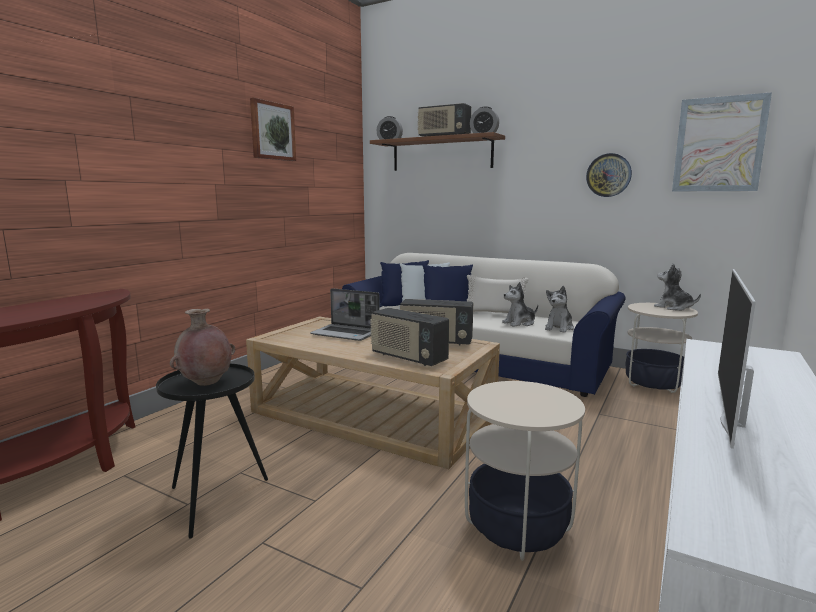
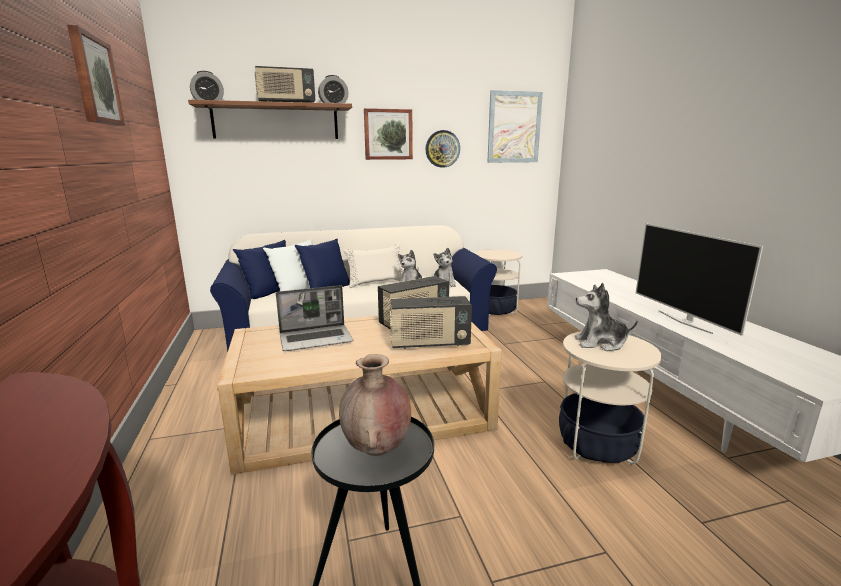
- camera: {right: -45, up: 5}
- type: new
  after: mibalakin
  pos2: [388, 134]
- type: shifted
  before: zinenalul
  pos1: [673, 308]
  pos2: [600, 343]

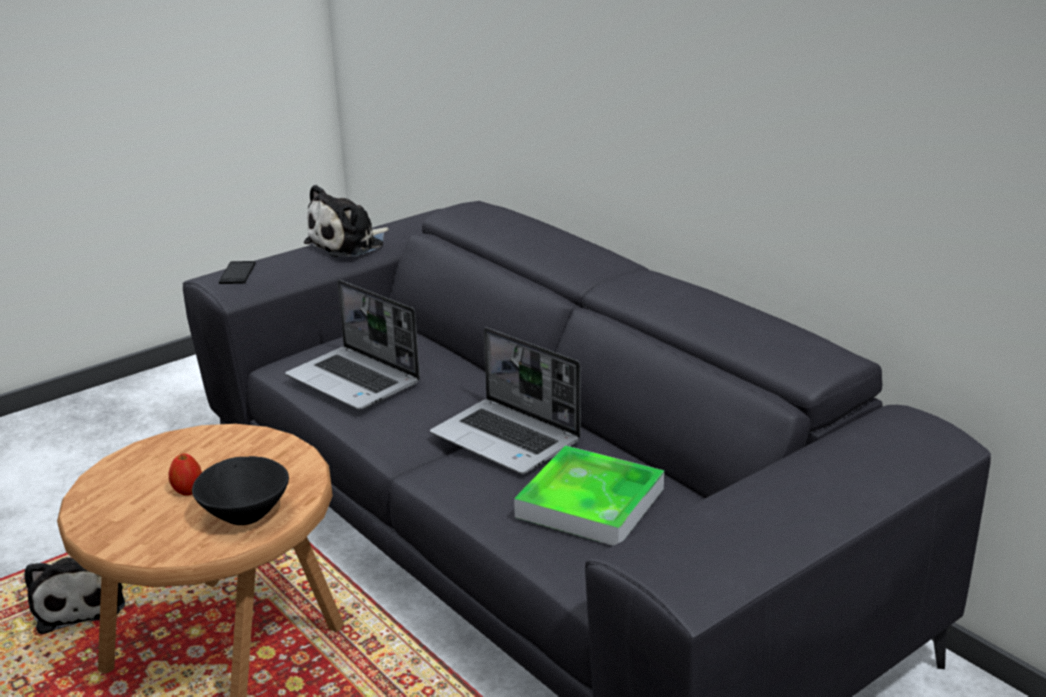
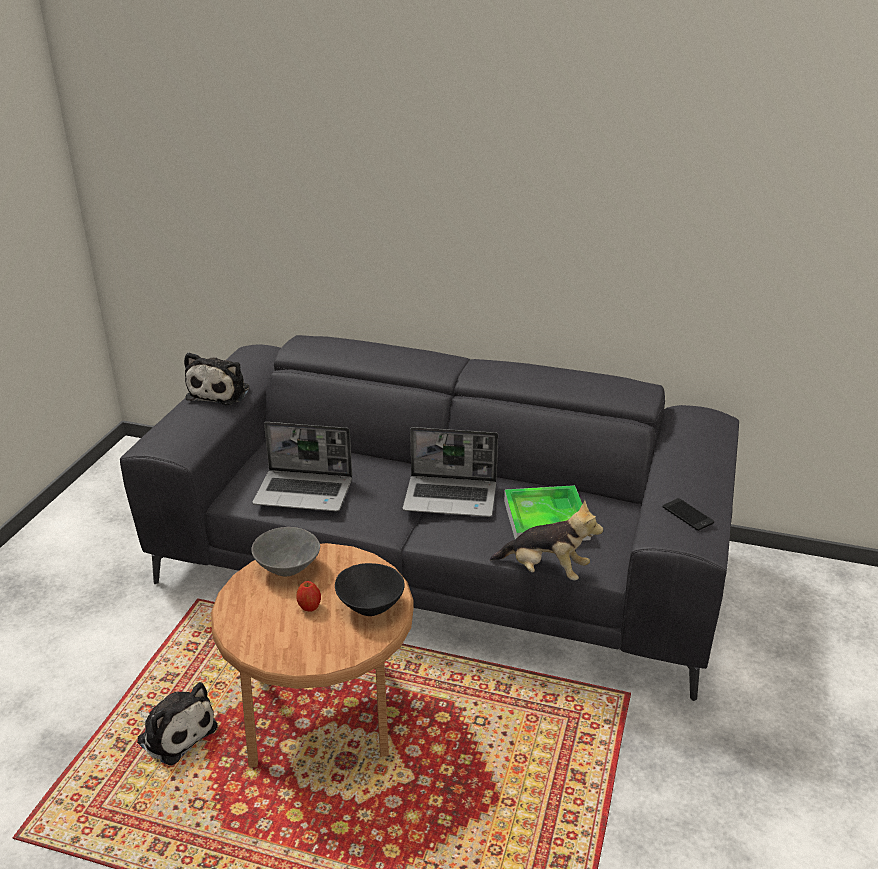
- camera: {right: -35, up: 5}
- type: new
  after: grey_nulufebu
  pos2: [288, 569]
- type: new
  after: zinenalul
  pos2: [545, 570]
- type: shifted
  before: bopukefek
  pos1: [237, 273]
  pos2: [687, 515]

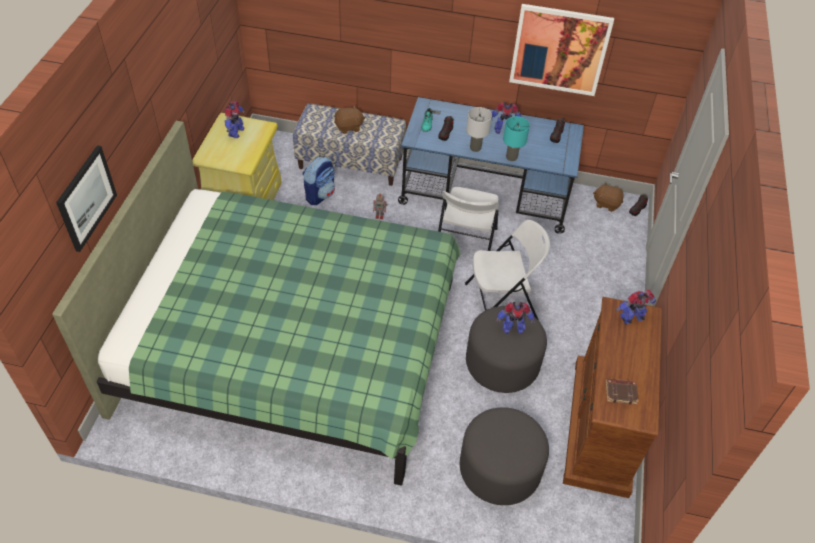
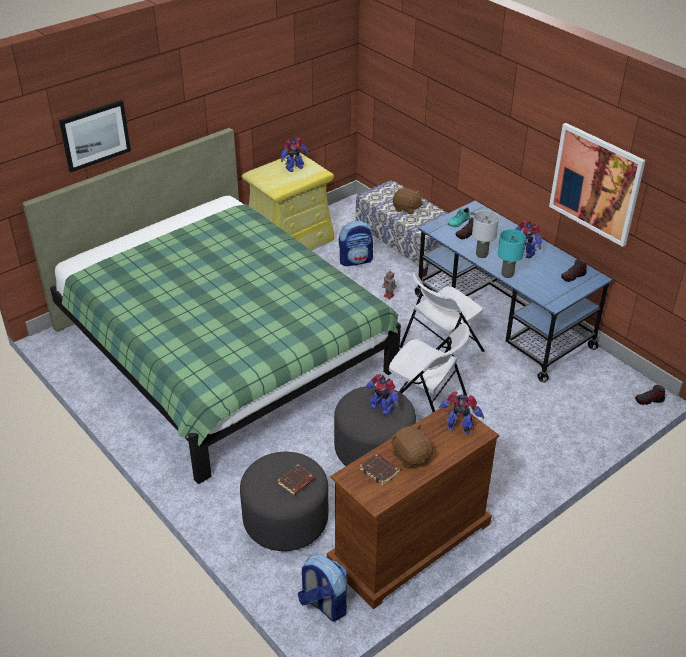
- camera: {right: 40, up: -10}
- type: new
  after: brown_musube
  pos2: [296, 482]
- type: new
  after: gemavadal
  pos2: [323, 604]
- type: shifted
  before: brown_zinenalul
  pos1: [606, 204]
  pos2: [411, 456]

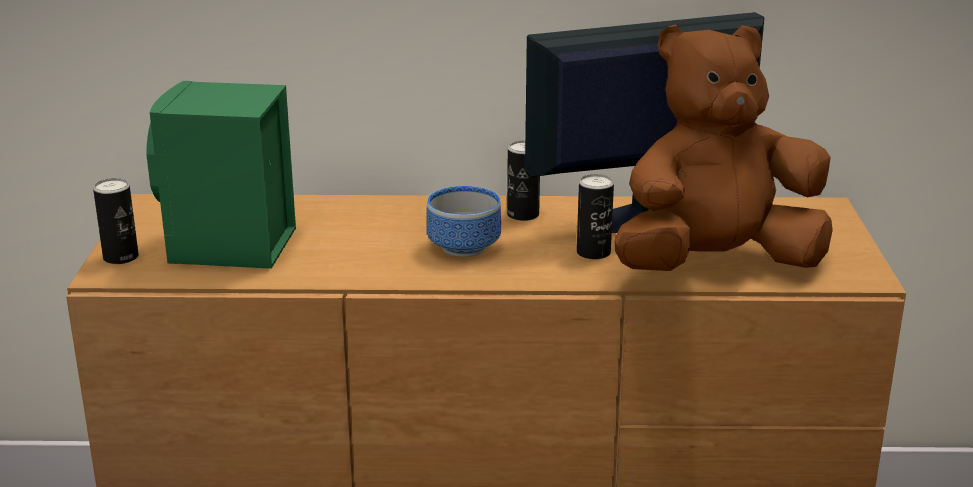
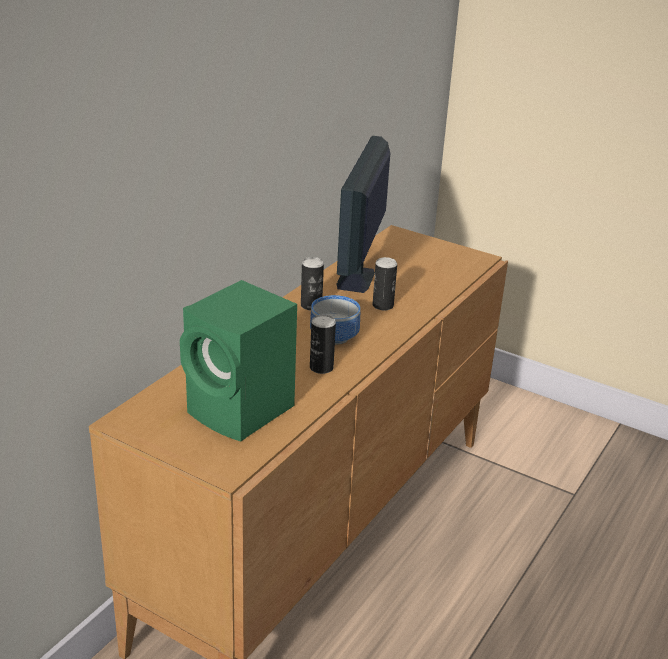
- camera: {right: -60, up: 5}
- type: gone
  before: brown_zinenalul
  pos1: [716, 265]
- type: shifted
  before: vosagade
  pos1: [121, 257]
  pos2: [321, 367]

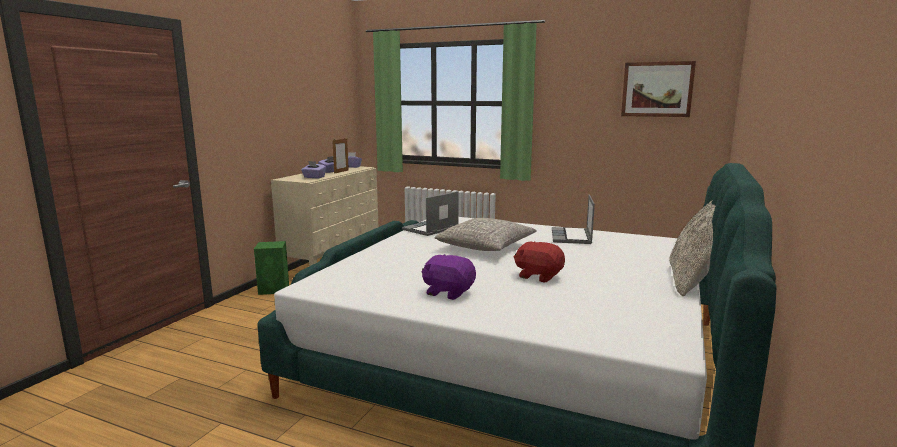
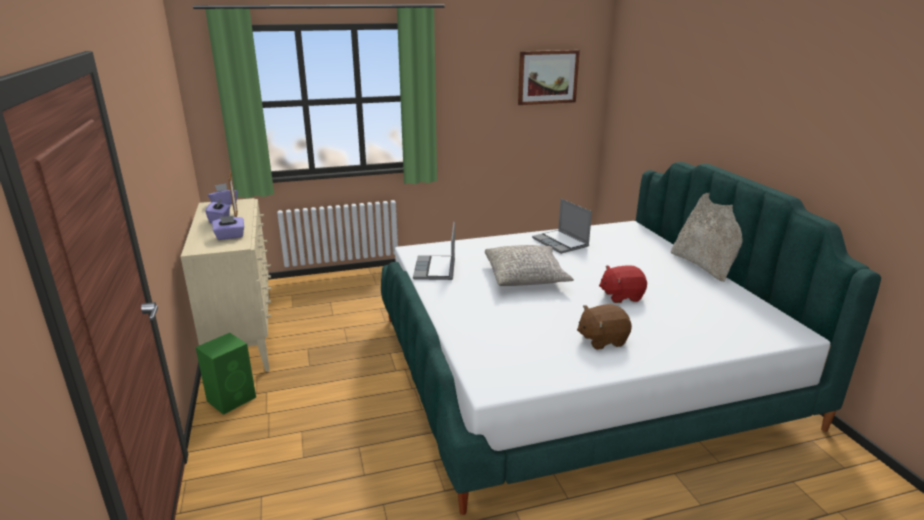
- camera: {right: -40, up: 10}
- type: repainted
  before: purple_zinenalul
  after: brown_zinenalul
  pos1: [448, 292]
  pos2: [602, 340]

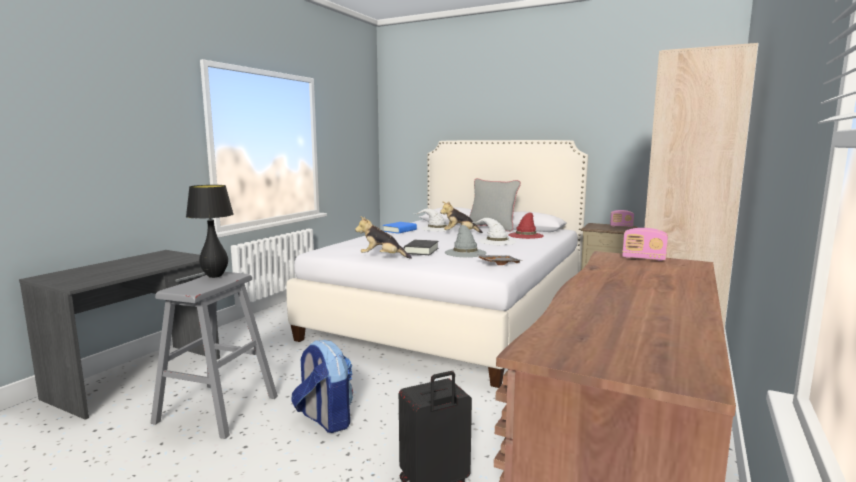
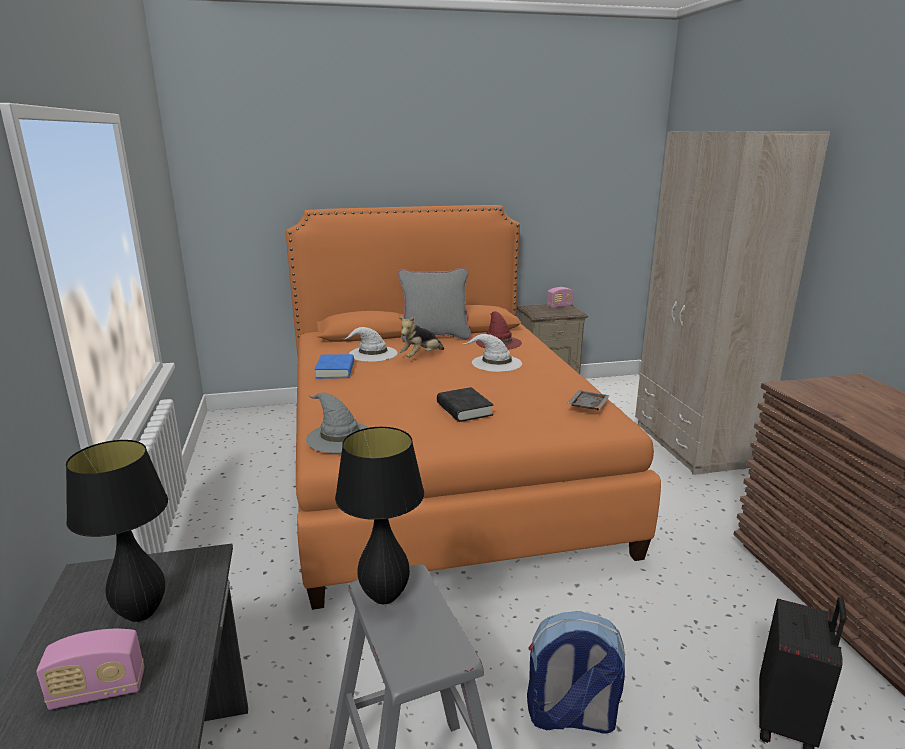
- camera: {right: -40, up: 10}
- type: gone
  before: zinenalul
  pos1: [382, 257]
- type: new
  after: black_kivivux
  pos2: [141, 613]
- type: shifted
  before: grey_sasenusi
  pos1: [465, 252]
  pos2: [339, 437]
- type: shifted
  before: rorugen
  pos1: [643, 258]
  pos2: [98, 691]
- type: repainted
  before: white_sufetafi
  after: orange_sufetafi
  pos1: [454, 312]
  pos2: [438, 466]

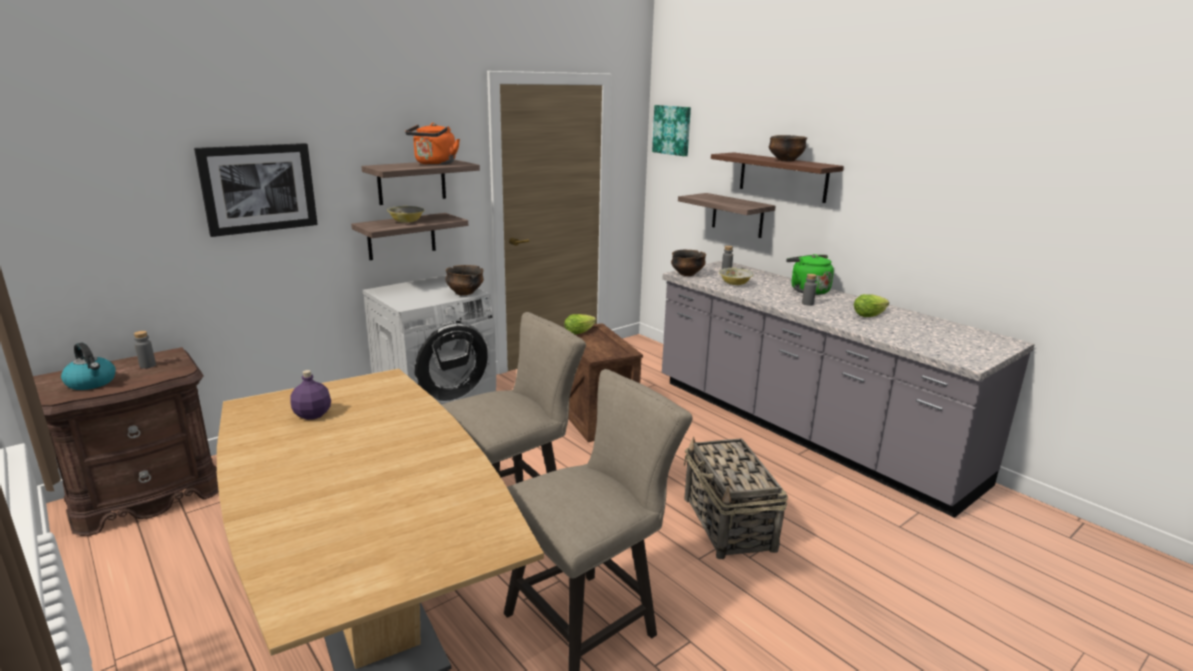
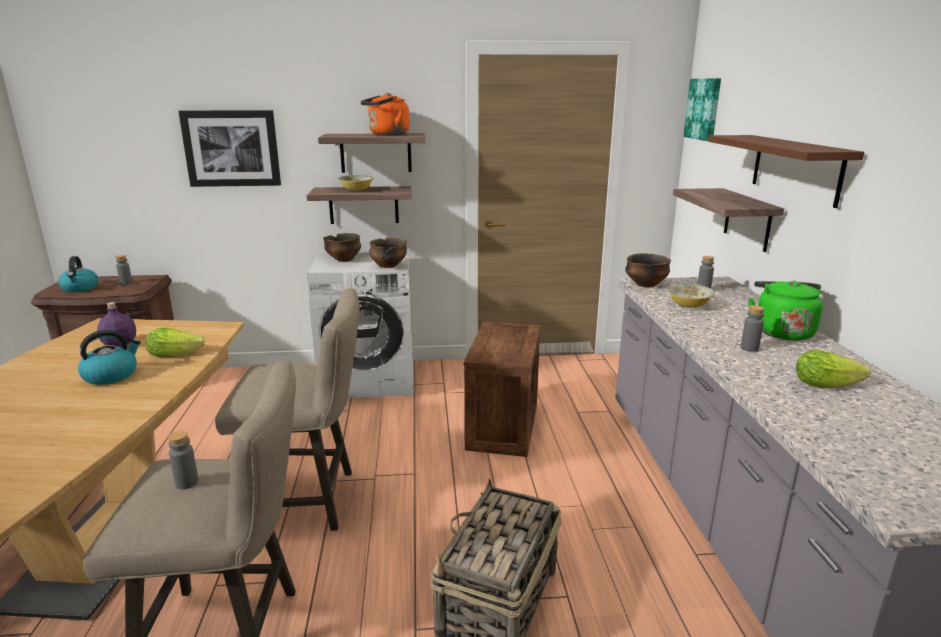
- camera: {right: 35, up: 0}
- type: new
  after: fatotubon
  pos2: [111, 375]
- type: new
  after: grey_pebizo
  pos2: [187, 483]
- type: shifted
  before: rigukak
  pos1: [581, 331]
  pos2: [178, 354]
- type: shifted
  before: nulufebu
  pos1: [785, 160]
  pos2: [344, 259]

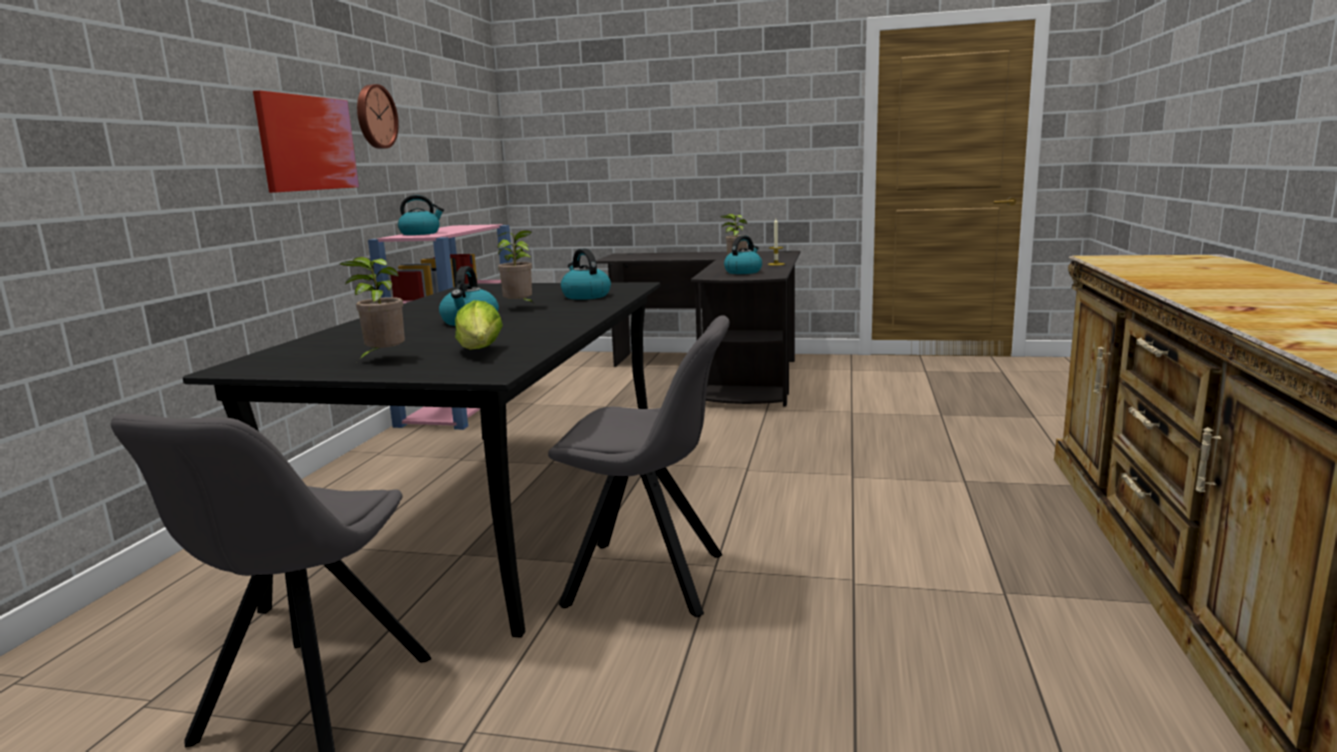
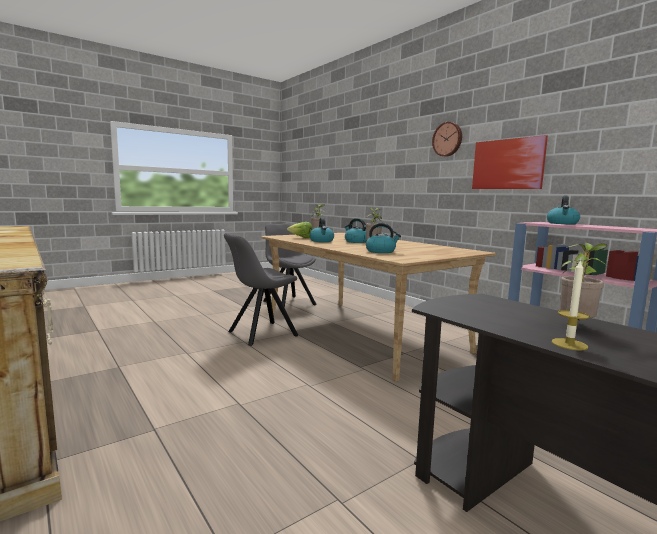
- camera: {right: 130, up: -5}
- type: shifted
  before: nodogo
  pos1: [375, 117]
  pos2: [448, 139]
- type: shifted
  before: fatotubon
  pos1: [743, 272]
  pos2: [322, 241]
- type: repainted
  before: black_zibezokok
  after: beige_zibezokok
  pos1: [499, 511]
  pos2: [360, 333]

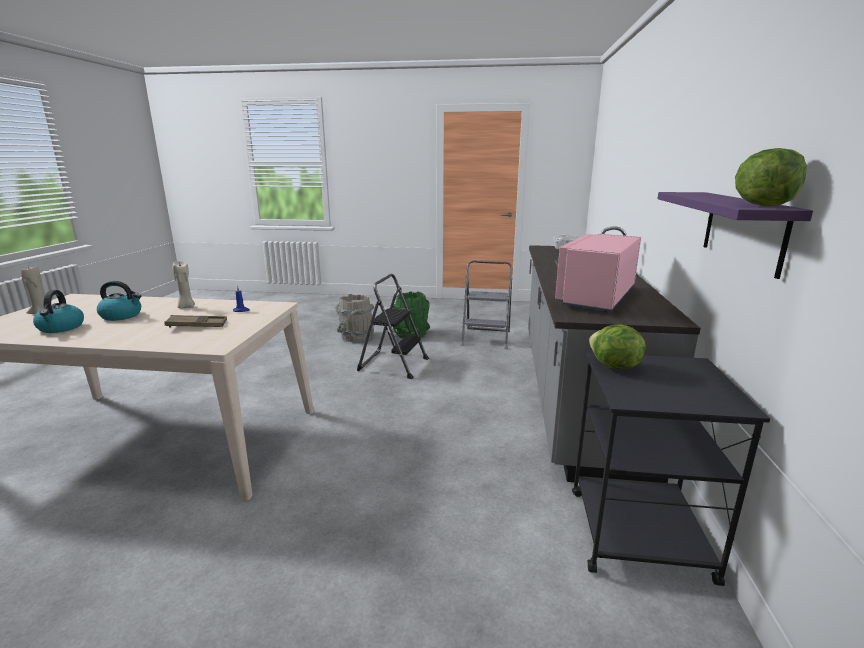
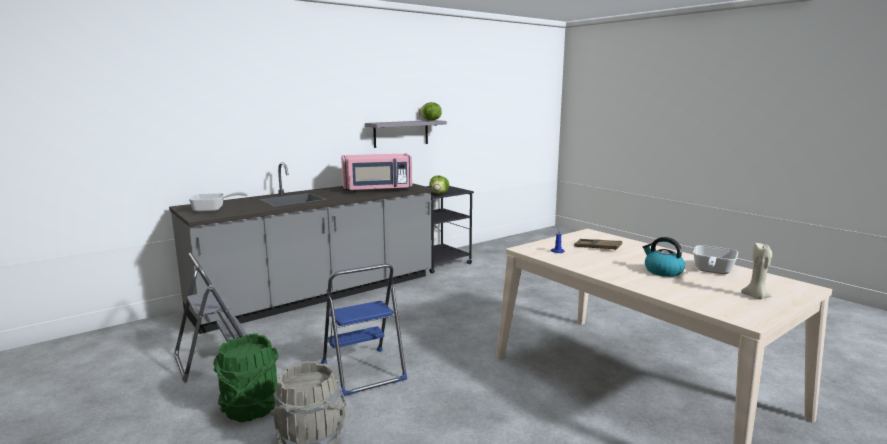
- camera: {right: -135, up: -5}
- type: gone
  before: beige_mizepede
  pos1: [186, 307]
- type: swapped
  before: fatotubon
  after: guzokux
  pos1: [61, 328]
  pos2: [712, 271]
- type: repainted
  before: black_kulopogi
  after: blue_kulopogi
  pos1: [391, 364]
  pos2: [363, 372]
- type: repainted
  before: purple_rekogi
  after: grey_rekogi
  pos1: [743, 230]
  pos2: [401, 133]

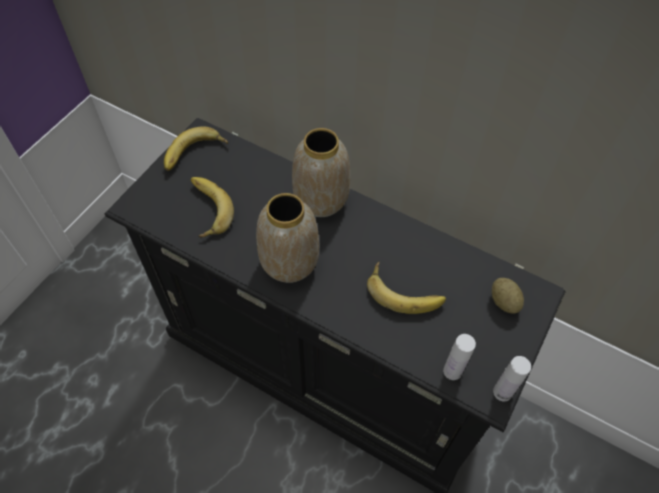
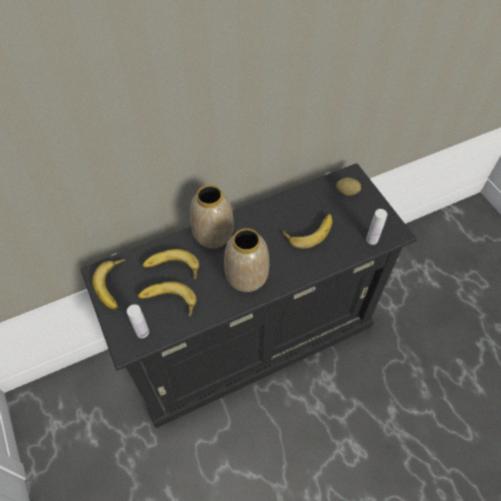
- camera: {right: -55, up: 0}
- type: new
  after: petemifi
  pos2: [172, 269]
- type: shifted
  before: white_pebizo
  pos1: [502, 392]
  pos2: [142, 332]

